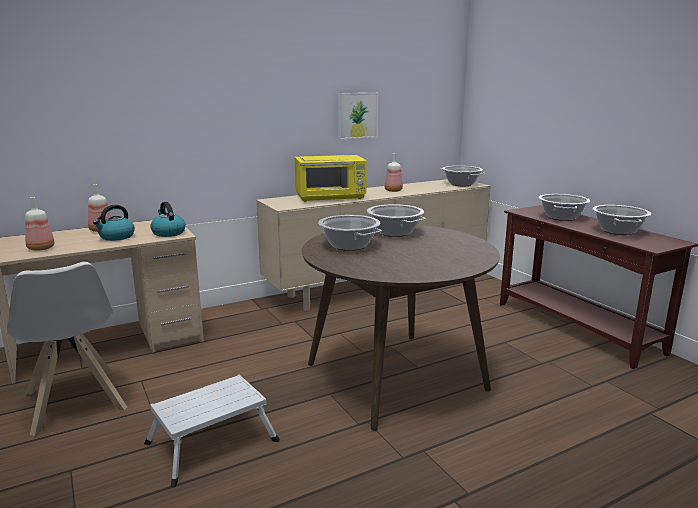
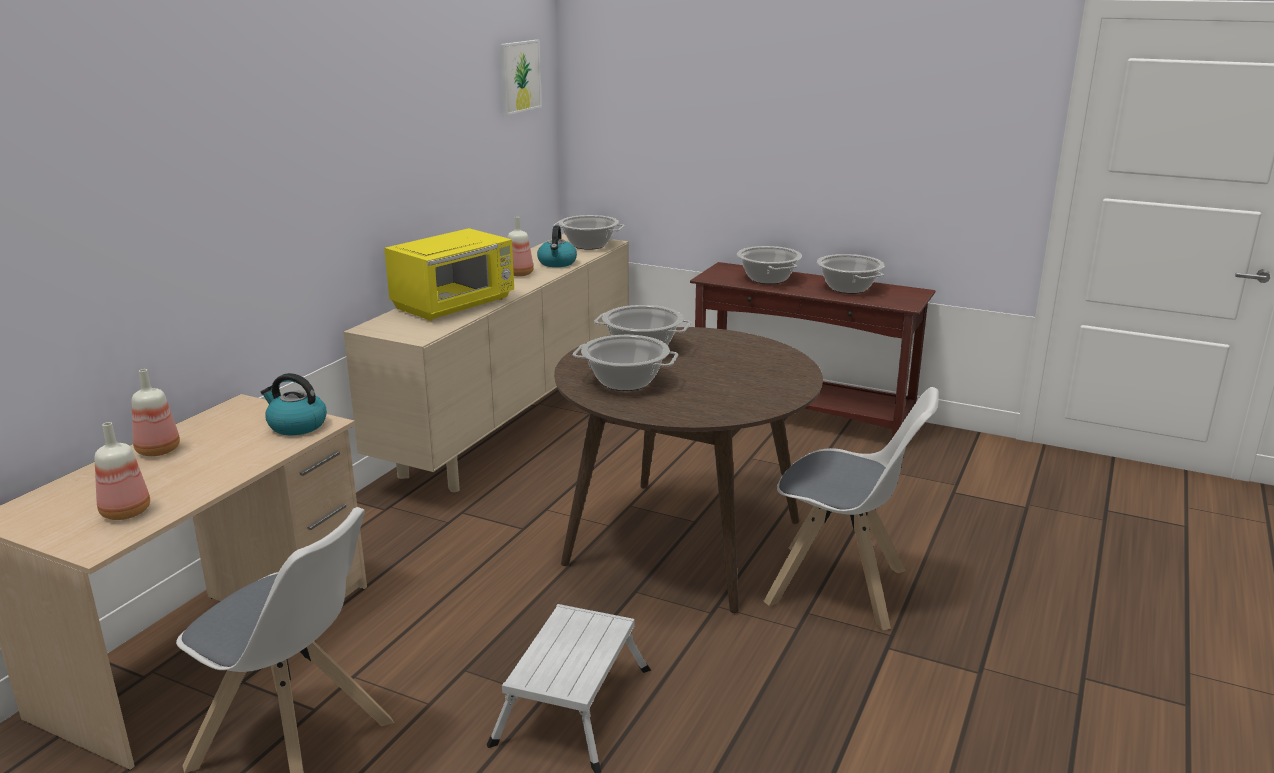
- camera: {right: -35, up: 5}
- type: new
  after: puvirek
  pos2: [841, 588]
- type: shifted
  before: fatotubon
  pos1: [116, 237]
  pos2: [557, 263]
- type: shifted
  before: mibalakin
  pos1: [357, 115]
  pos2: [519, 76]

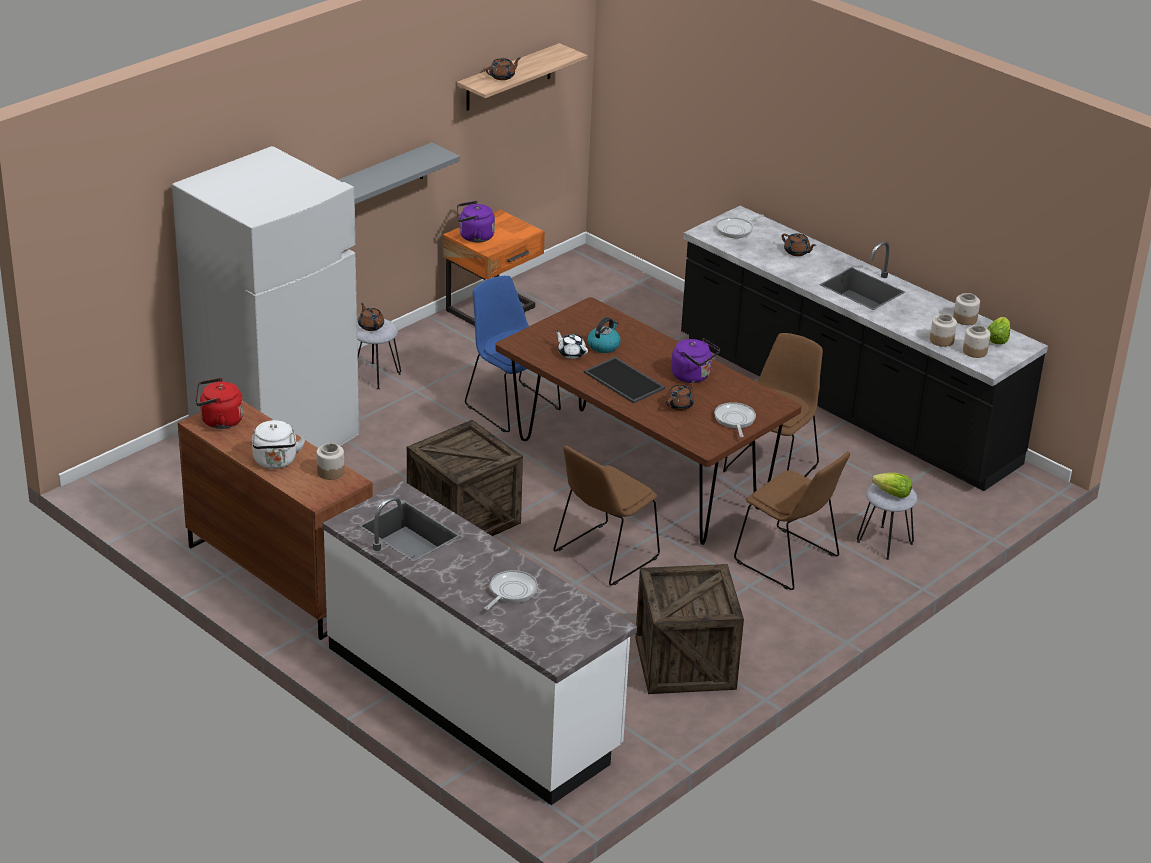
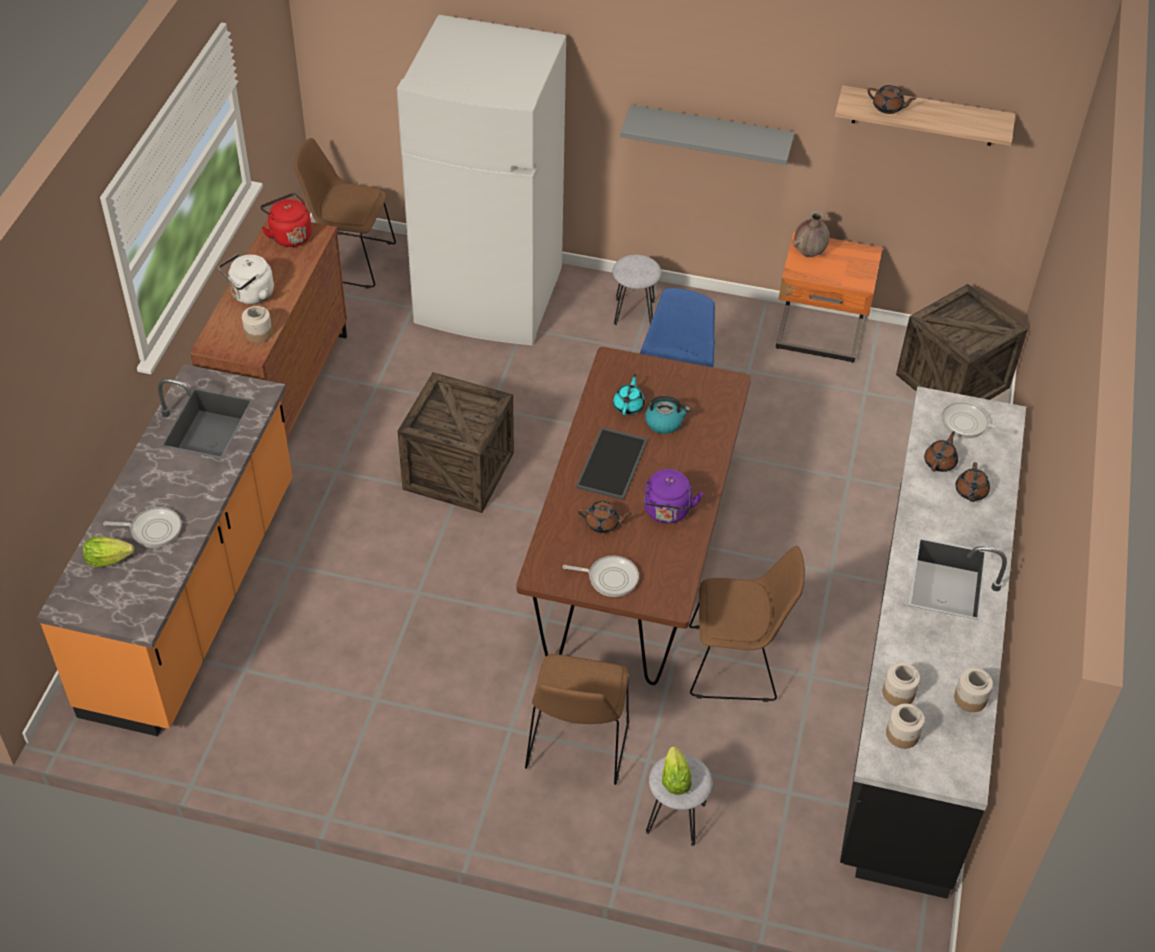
- camera: {right: 60, up: 15}
- type: shifted
  before: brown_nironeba
  pos1: [371, 326]
  pos2: [940, 462]
- type: shifted
  before: brown_puvirek
  pos1: [603, 556]
  pos2: [348, 259]
- type: shifted
  before: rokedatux
  pos1: [685, 663]
  pos2: [952, 381]
- type: shifted
  before: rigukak
  pos1: [997, 339]
  pos2: [108, 559]
- type: swapped
  before: purple_fatotubon
  after: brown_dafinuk
  pos1: [474, 237]
  pos2: [809, 253]
- type: repainted
  before: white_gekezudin
  after: orange_gekezudin
  pos1: [473, 699]
  pos2: [194, 597]
- type: repainted
  before: white_nironeba
  after: turquoise_nironeba
  pos1: [571, 353]
  pos2: [628, 405]
- type: rotated
  before: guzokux
  pos1: [734, 420]
  pos2: [609, 578]
  turn: 45

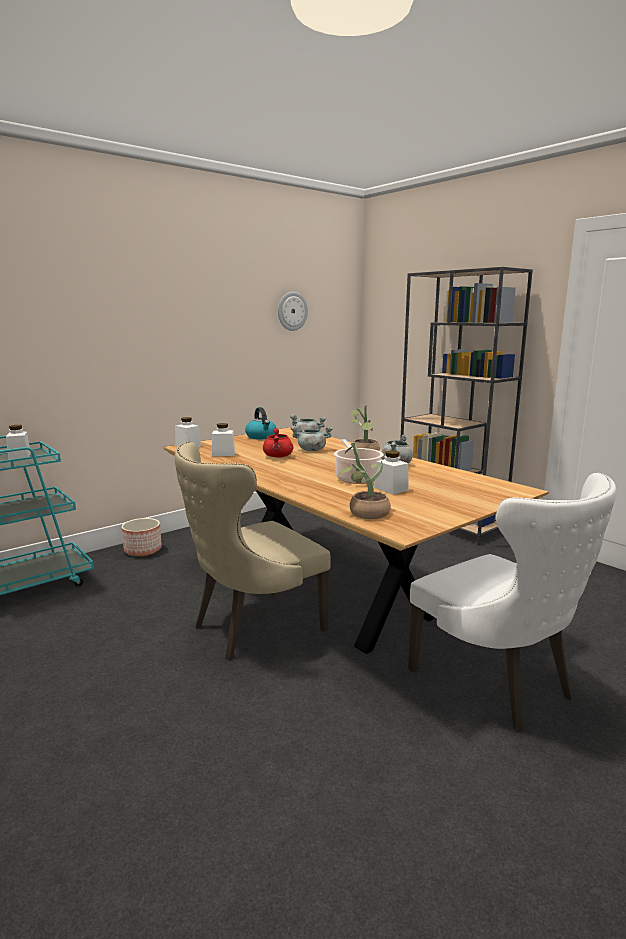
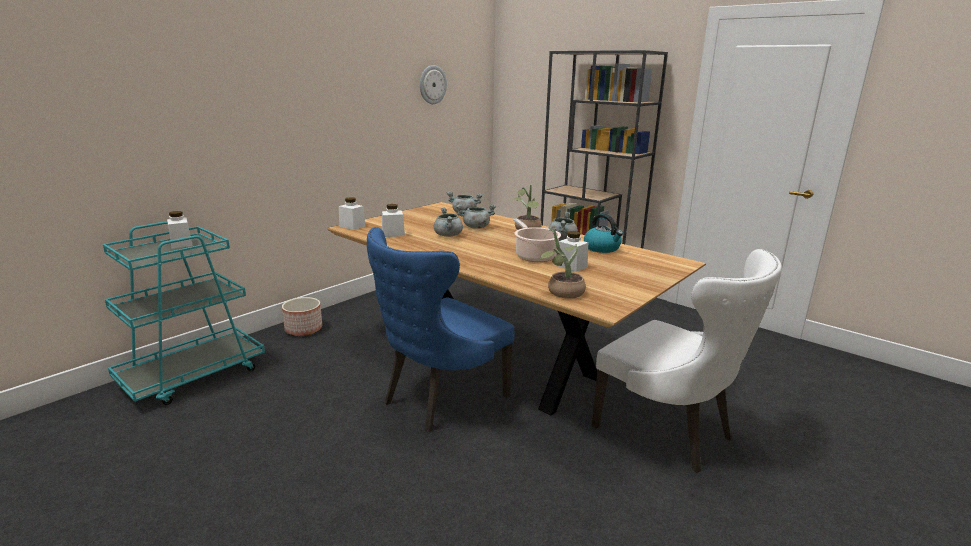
- camera: {right: -10, up: 5}
- type: shifted
  before: fatotubon
  pos1: [261, 437]
  pos2: [602, 248]
- type: repainted
  before: beige_puvirek
  after: blue_puvirek
  pos1: [252, 627]
  pos2: [440, 398]
- type: repainted
  before: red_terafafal
  after: grey_terafafal
  pos1: [278, 456]
  pos2: [448, 235]

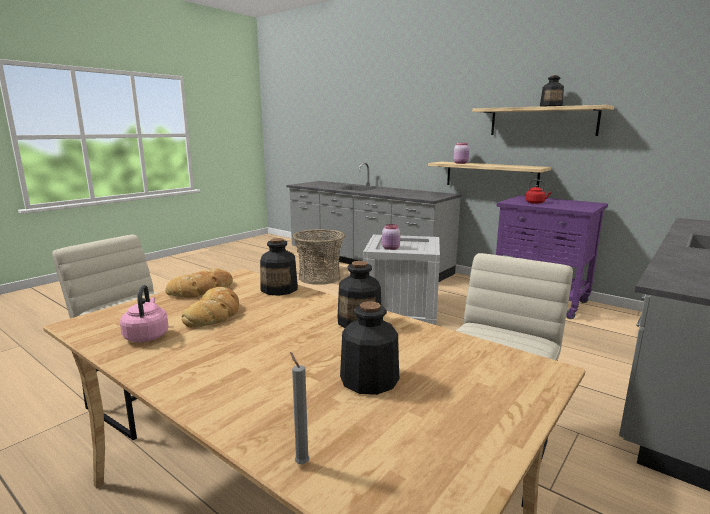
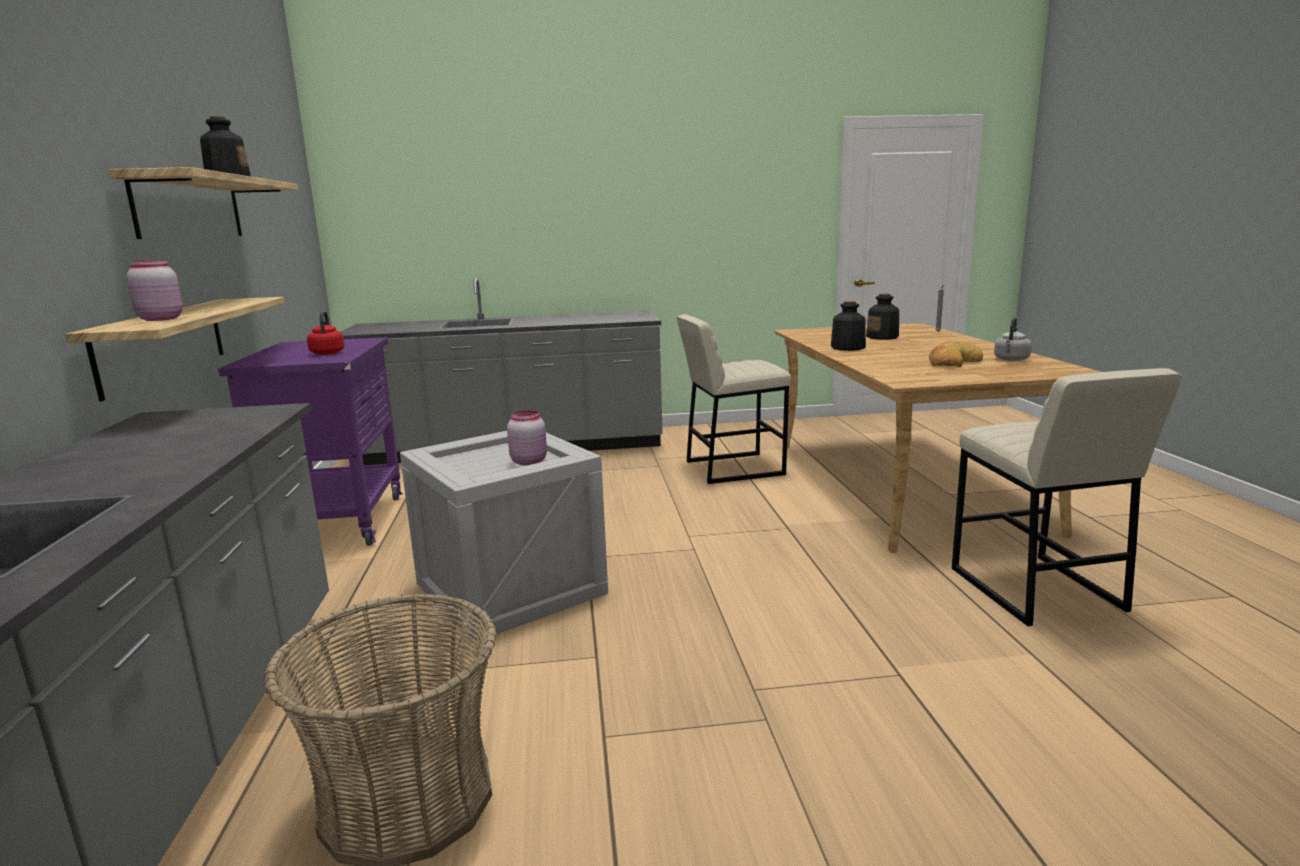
- camera: {right: -135, up: 0}
- type: gone
  before: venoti
  pos1: [202, 290]
- type: gone
  before: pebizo
  pos1: [279, 289]
- type: repainted
  before: pink_fatotubon
  after: grey_fatotubon
  pos1: [147, 335]
  pos2: [1011, 360]

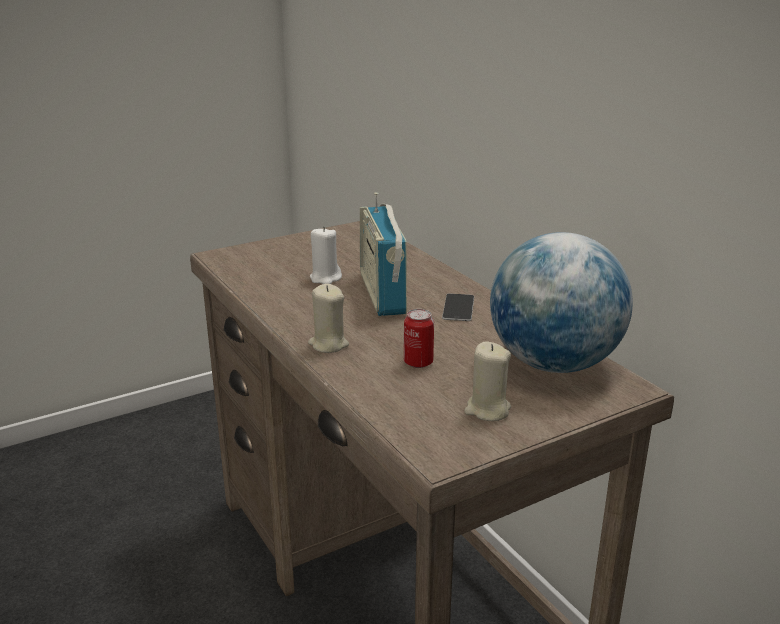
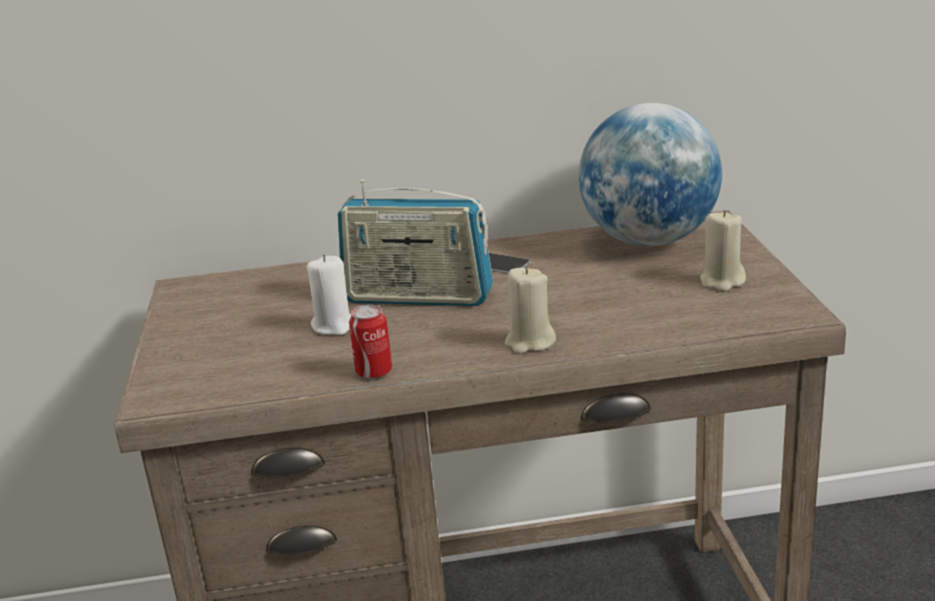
- camera: {right: -65, up: 0}
- type: shifted
  before: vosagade
  pos1: [418, 362]
  pos2: [374, 372]

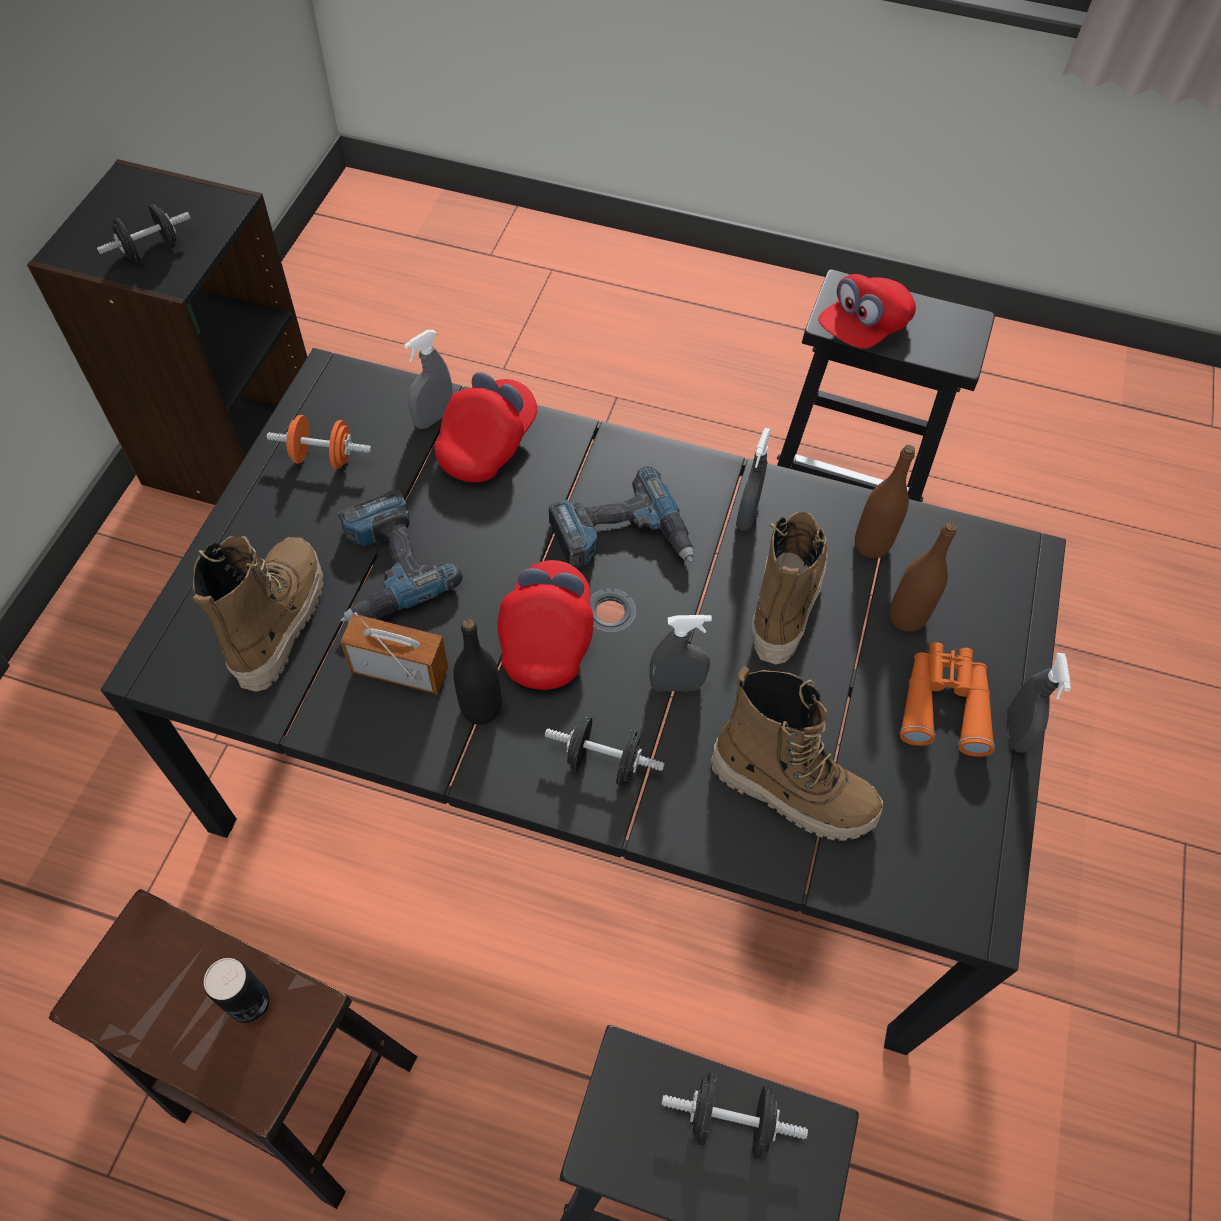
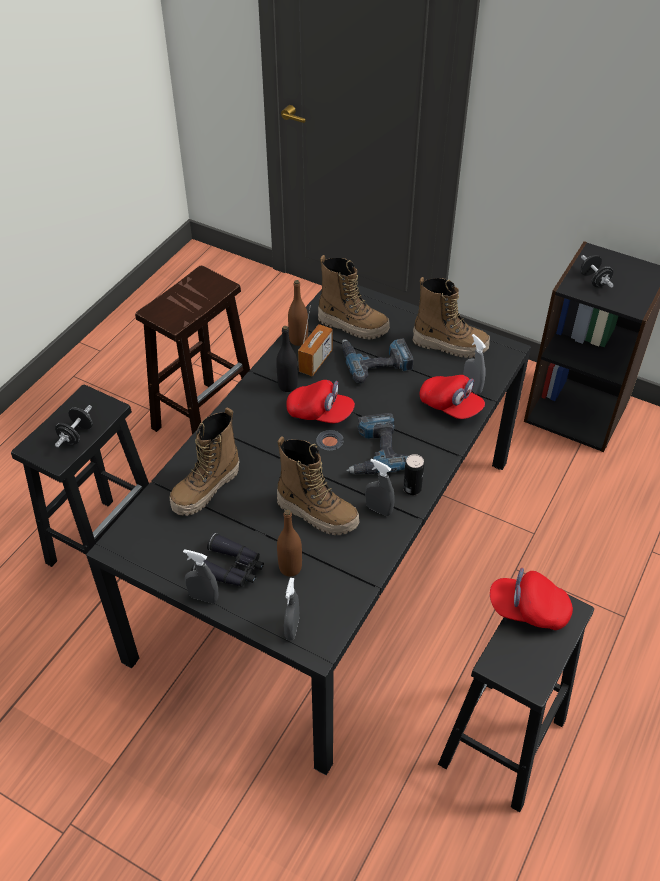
- camera: {right: 105, up: -10}
- type: gone
  before: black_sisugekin
  pos1: [603, 762]
- type: shifted
  before: vosagade
  pos1: [249, 1002]
  pos2: [412, 488]
- type: shifted
  before: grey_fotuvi
  pos1: [676, 685]
  pos2: [292, 628]
- type: shifted
  before: brown_pebizo
  pos1: [871, 544]
  pos2: [298, 340]
- type: swapped
  before: orange_sisugekin
  after: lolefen
  pos1: [323, 457]
  pos2: [450, 345]
- type: repainted
  before: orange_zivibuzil
  after: black_zivibuzil
  pos1: [943, 703]
  pos2: [231, 568]
- type: rotated
  before: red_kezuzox
  pos1: [862, 329]
  pos2: [528, 610]
  turn: -45

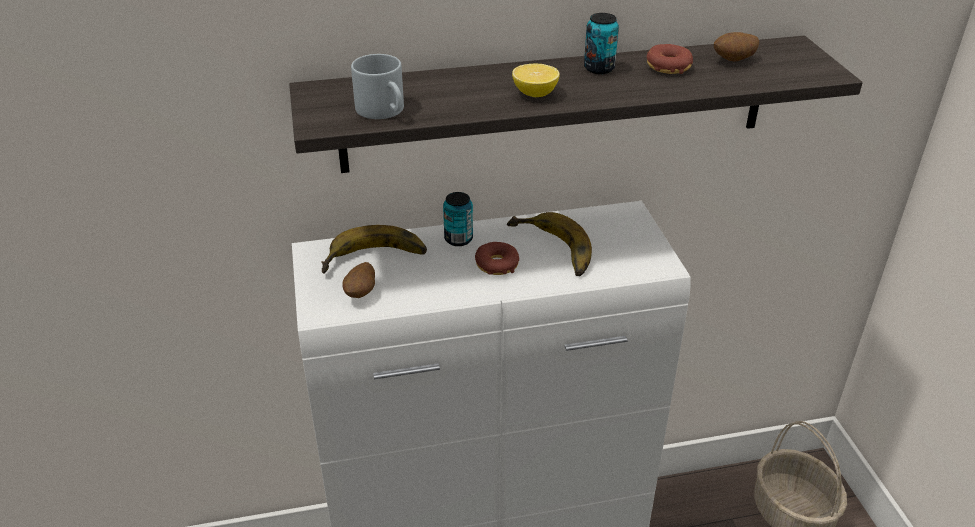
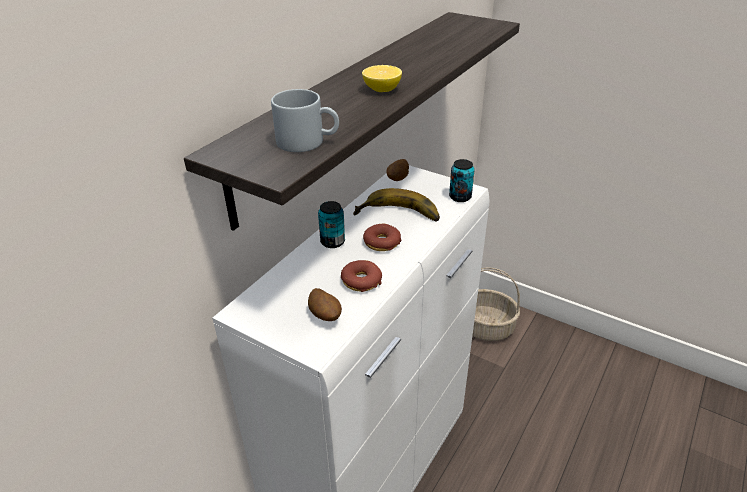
- camera: {right: -45, up: 0}
- type: gone
  before: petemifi
  pos1: [375, 261]
- type: shifted
  before: vosagade
  pos1: [599, 68]
  pos2: [460, 197]
- type: shifted
  before: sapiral
  pos1: [668, 67]
  pos2: [361, 281]
- type: shifted
  before: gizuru
  pos1: [733, 61]
  pos2: [398, 179]

